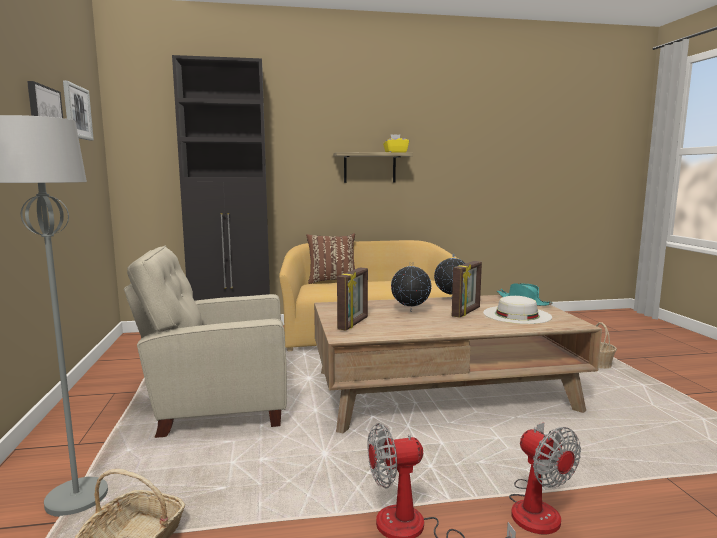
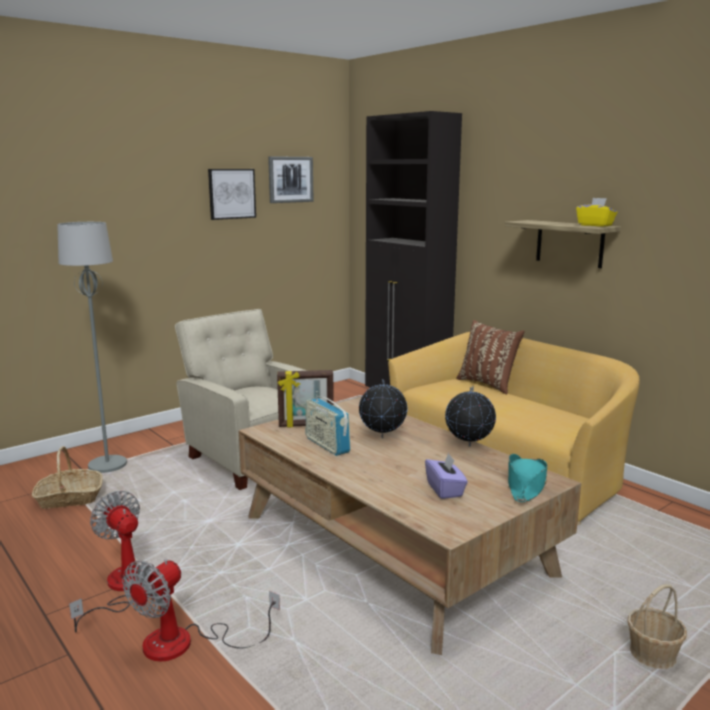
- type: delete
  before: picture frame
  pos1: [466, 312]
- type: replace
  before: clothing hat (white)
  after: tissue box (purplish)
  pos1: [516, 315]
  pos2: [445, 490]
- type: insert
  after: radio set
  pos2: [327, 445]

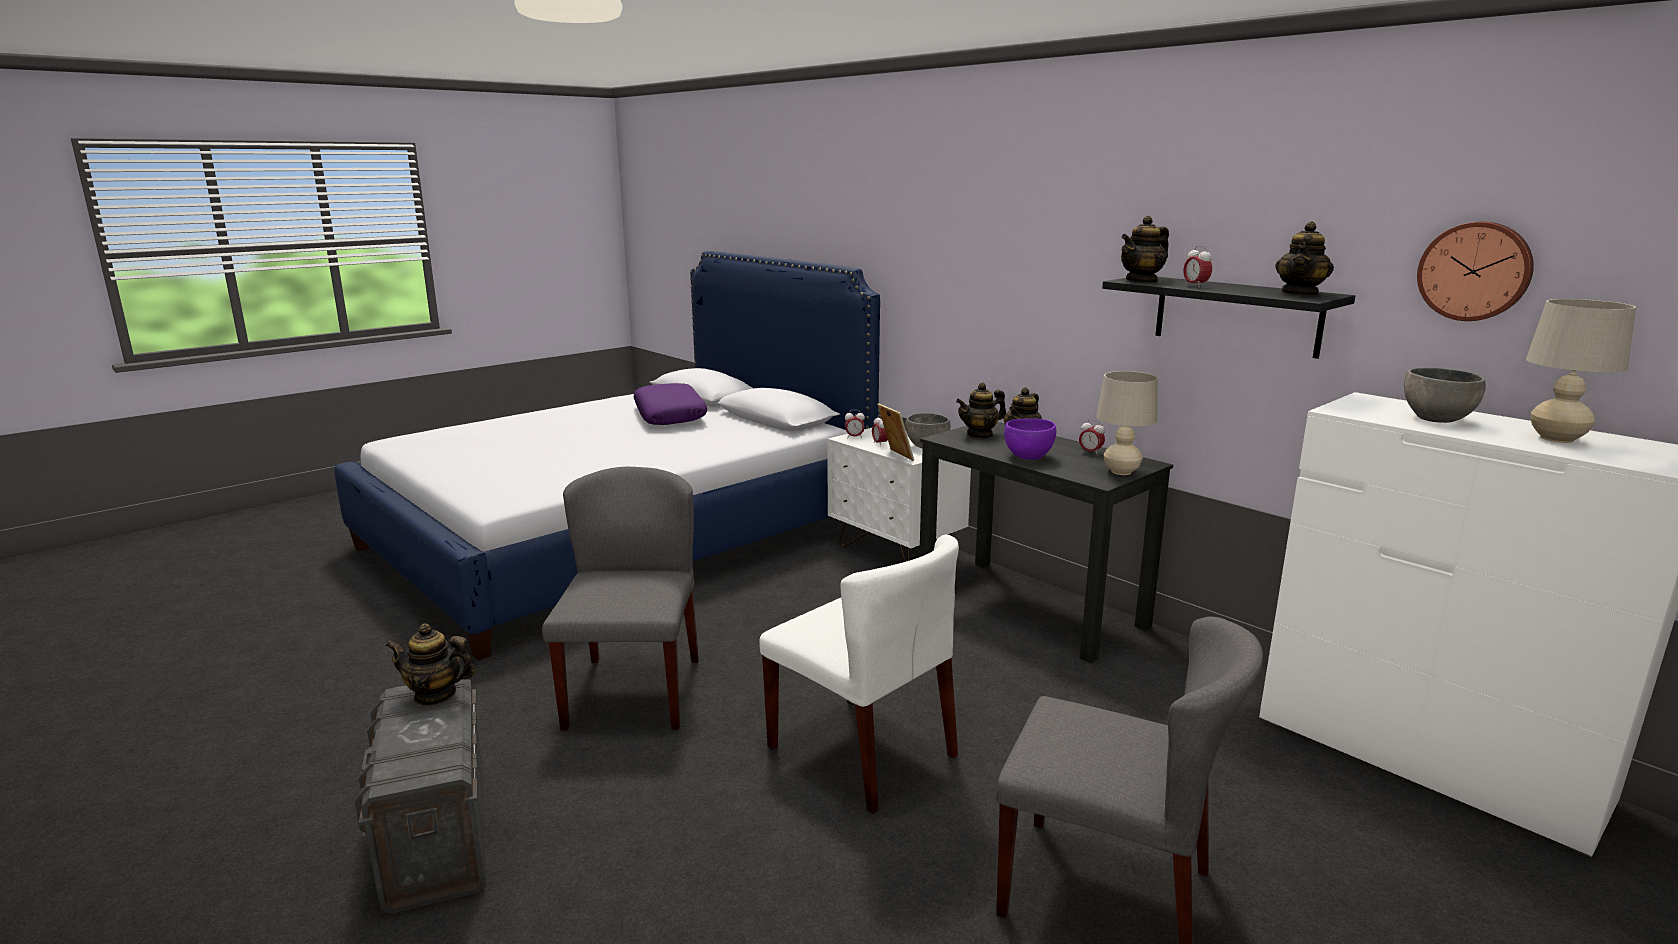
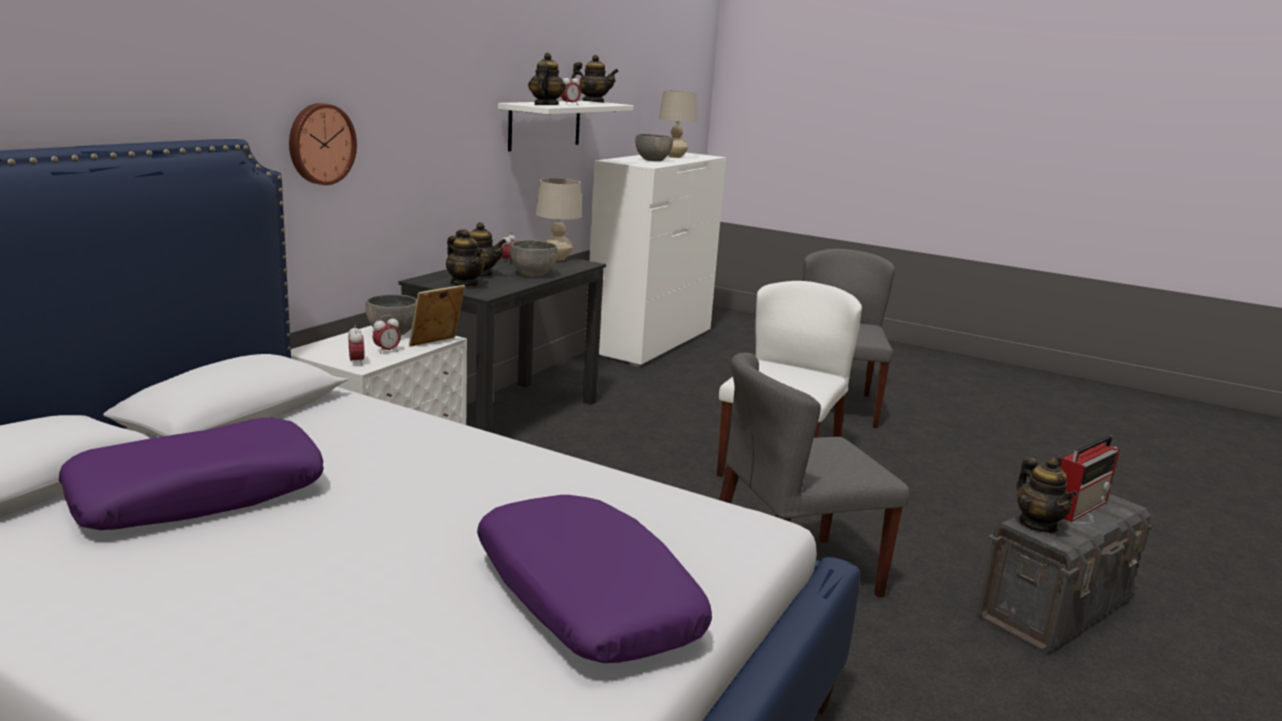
- type: recolor
  before: serving bowl (purplish)
  after: serving bowl (greyish)
  pos1: [1028, 457]
  pos2: [532, 275]
- type: recolor
  before: wall shelf (black-coloured)
  after: wall shelf (white)
  pos1: [1236, 315]
  pos2: [545, 124]
- type: rotate
  before: tea pot
  pos1: [1142, 281]
  pos2: [545, 105]
  turn: -120
- type: move
  before: clock on the wall
  pos1: [1475, 271]
  pos2: [320, 144]
- type: insert
  after: cushion (purplish)
  pos2: [584, 598]
- type: insert
  after: radio set
  pos2: [1078, 506]

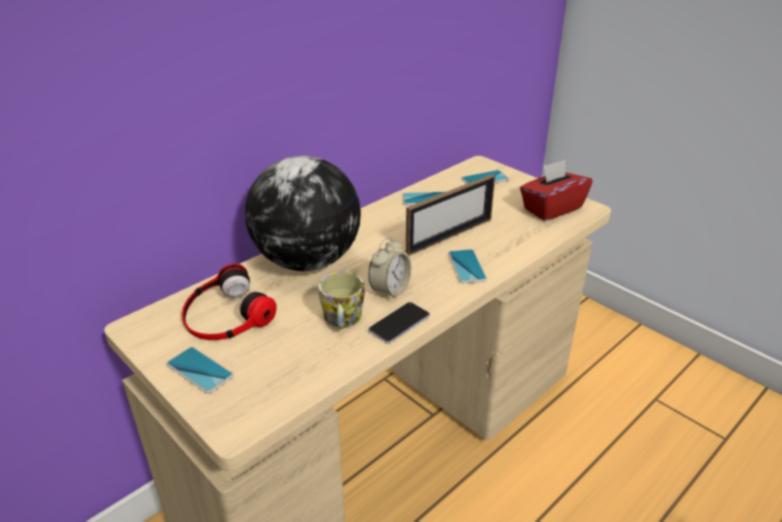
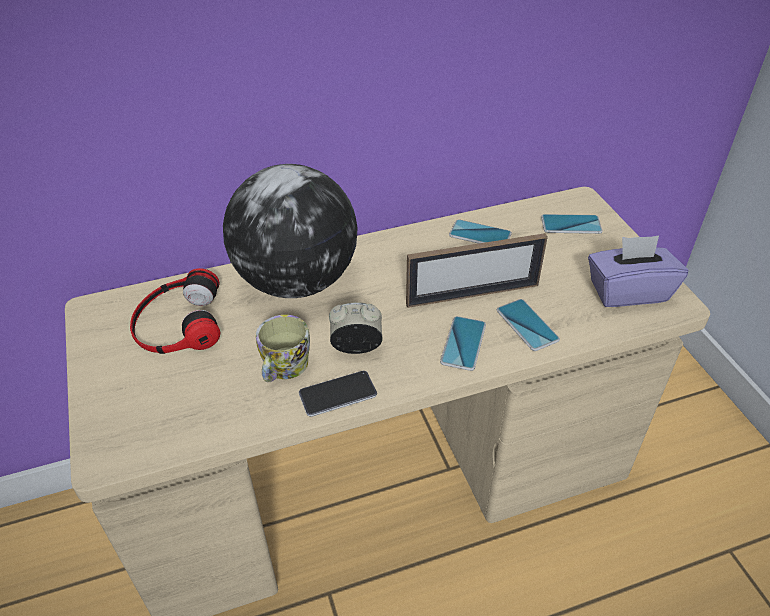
- type: move
  before: handset
  pos1: [199, 370]
  pos2: [527, 325]
- type: rotate
  before: alarm clock
  pos1: [390, 290]
  pos2: [356, 347]
  turn: -150
- type: recolor
  before: tissue box (red-coloured)
  after: tissue box (purplish)
  pos1: [551, 208]
  pos2: [628, 291]

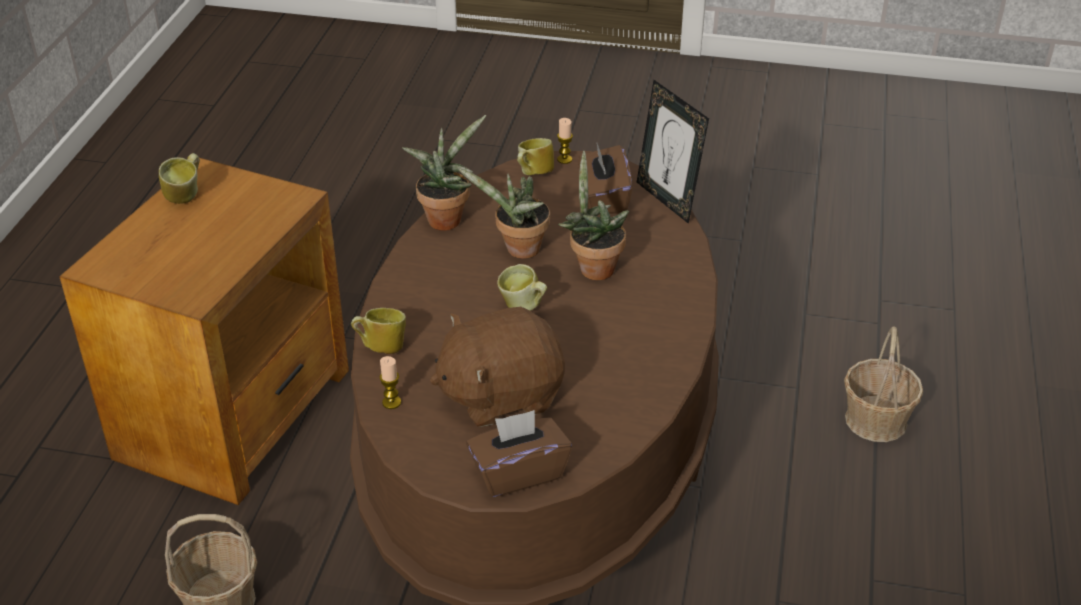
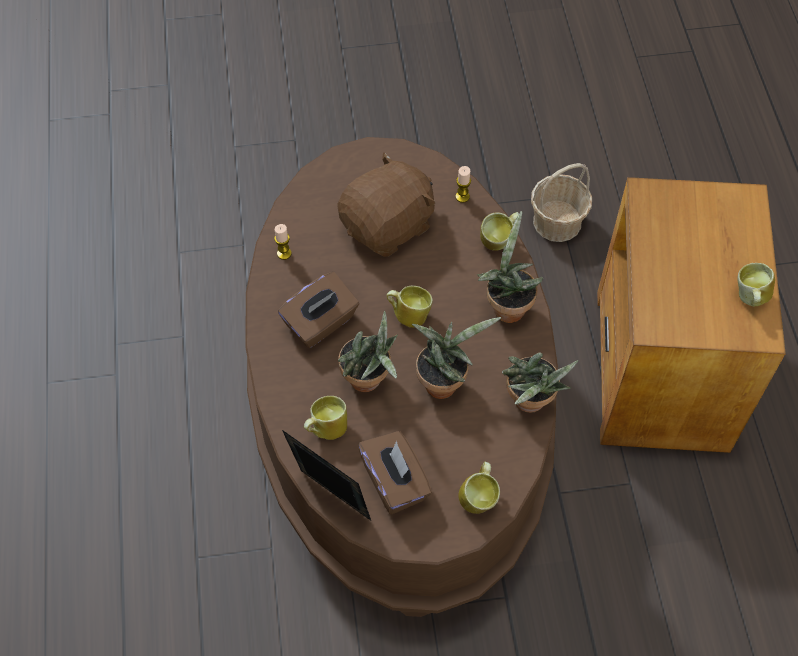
- type: move
  before: tissue box (brown-coloured)
  pos1: [518, 473]
  pos2: [321, 323]
- type: move
  before: candle
  pos1: [564, 159]
  pos2: [284, 253]
- type: delete
  before: storage basket
  pos1: [875, 420]
- type: insert
  after: mug
  pos2: [326, 428]
- type: insert
  after: plant in a pot
  pos2: [507, 306]

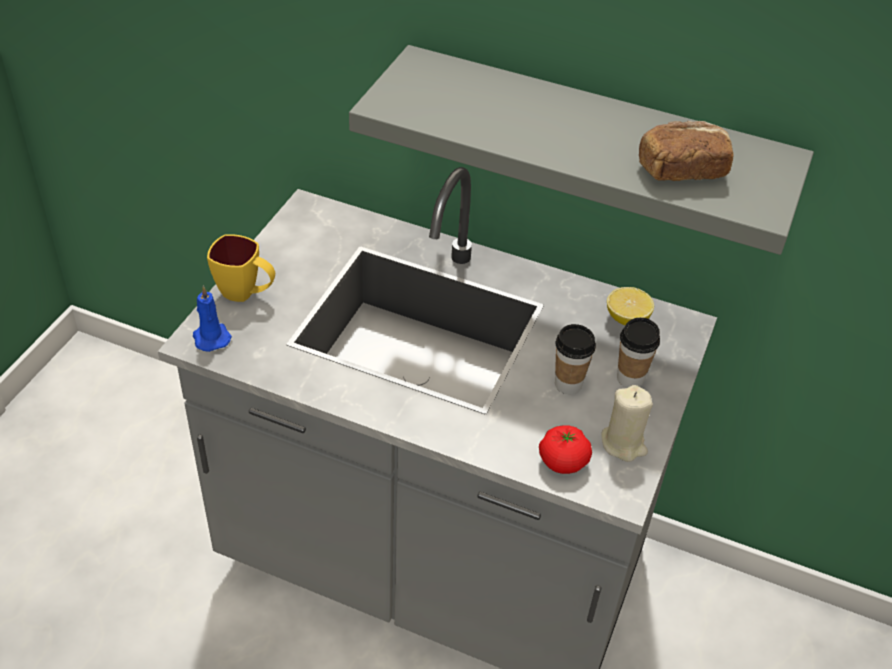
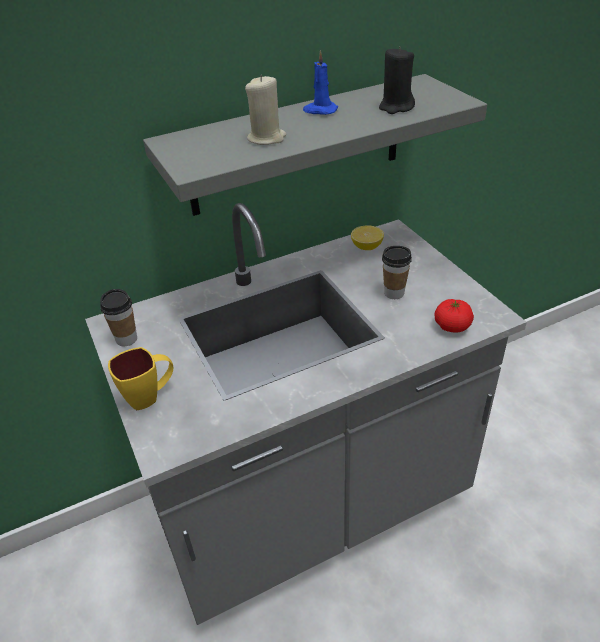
- type: move
  before: candle (bluish)
  pos1: [211, 337]
  pos2: [320, 110]
- type: move
  before: candle (sand-coloured)
  pos1: [623, 443]
  pos2: [267, 138]
- type: move
  before: cup
  pos1: [630, 378]
  pos2: [126, 339]
- type: replace
  before: bakery bread
  after: candle (black-coloured)
  pos1: [681, 169]
  pos2: [396, 107]

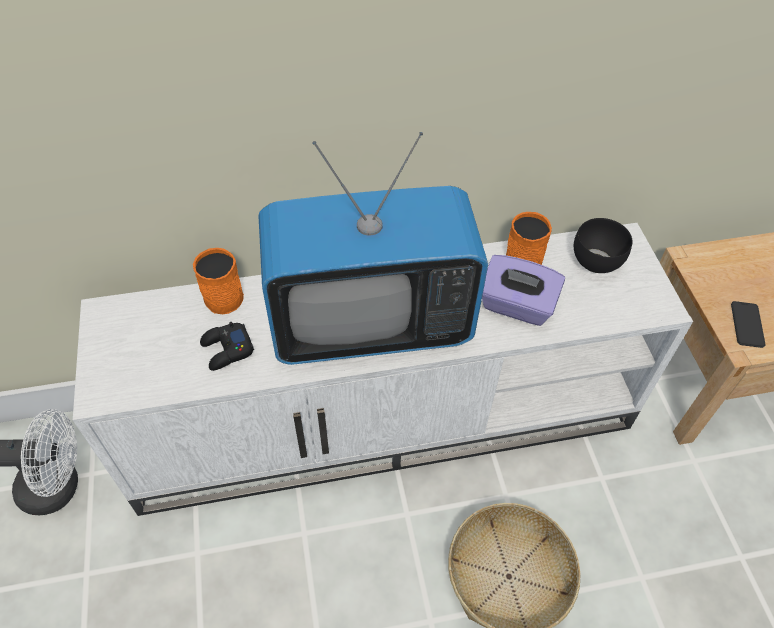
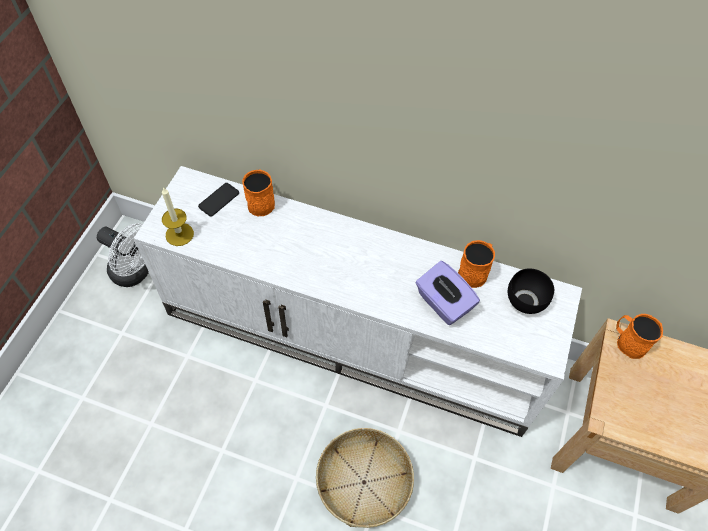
- type: delete
  before: game controller (black-coloured)
  pos1: [227, 350]
- type: delete
  before: TV set
  pos1: [370, 324]
- type: move
  before: handset
  pos1: [747, 324]
  pos2: [219, 200]
- type: insert
  after: candle
  pos2: [179, 234]
- type: insert
  after: mug (orange-coloured)
  pos2: [628, 342]

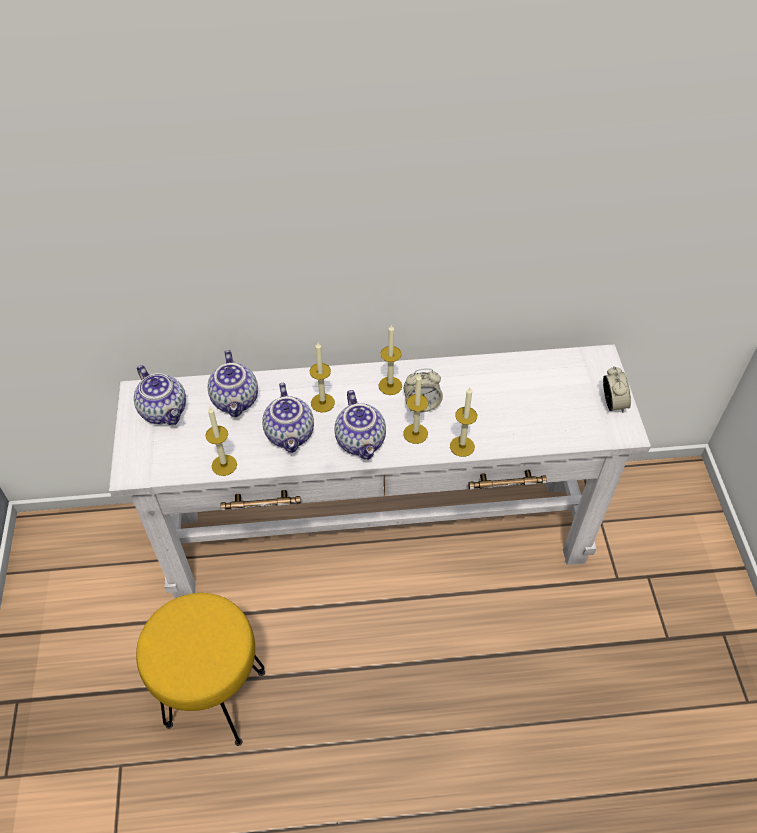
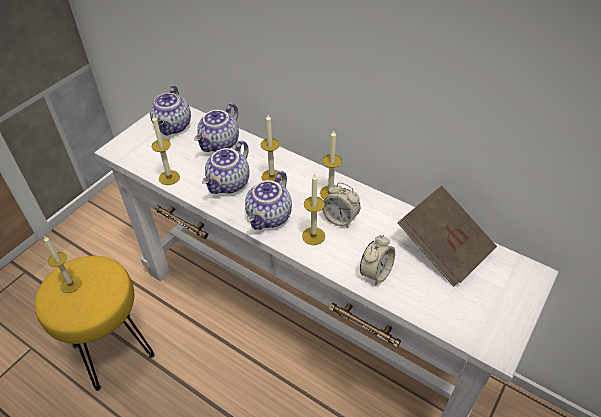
- type: move
  before: candle
  pos1: [462, 446]
  pos2: [71, 284]
- type: move
  before: alarm clock
  pos1: [612, 403]
  pos2: [375, 273]
- type: insert
  after: bound book (brown-coloured)
  pos2: [443, 248]

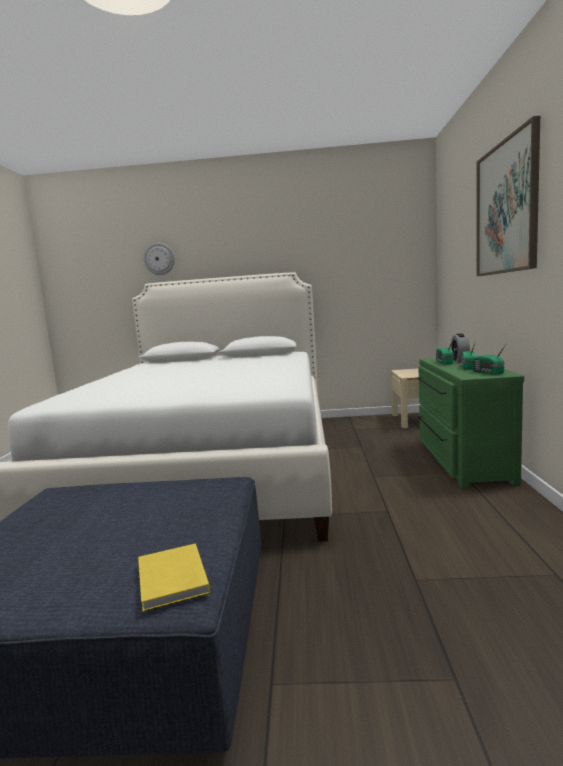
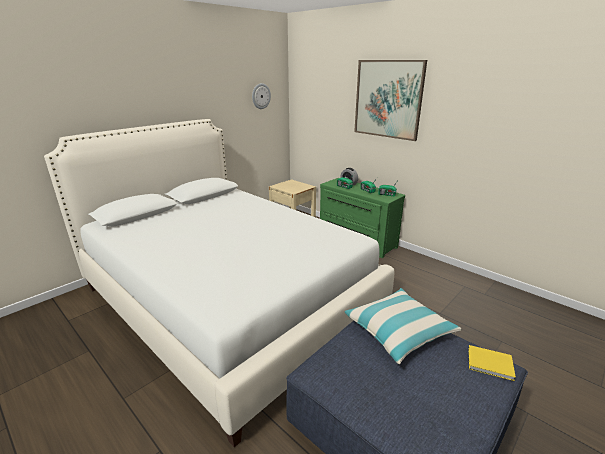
- type: move
  before: clock on the wall
  pos1: [159, 259]
  pos2: [261, 96]
- type: insert
  after: cushion
  pos2: [398, 331]

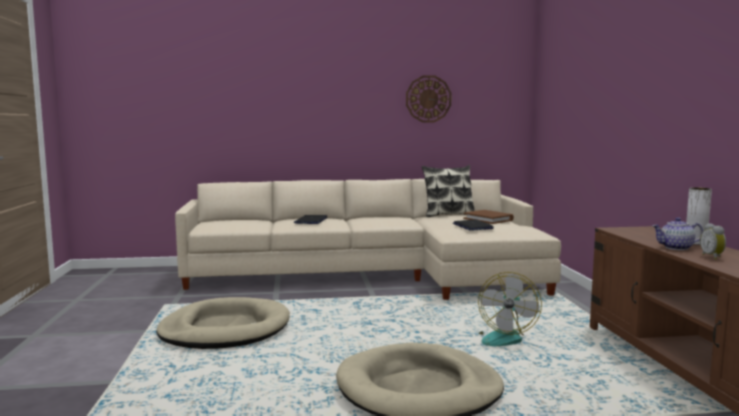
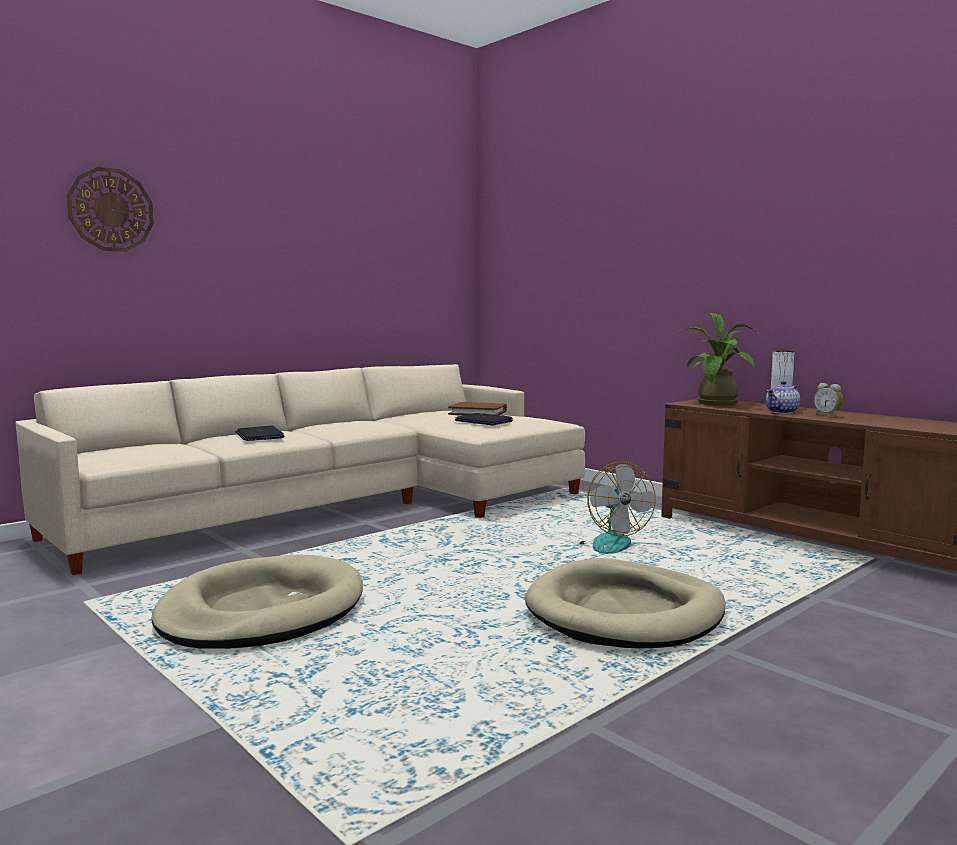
- type: move
  before: clock on the wall
  pos1: [428, 99]
  pos2: [111, 210]
- type: delete
  before: cushion
  pos1: [448, 215]
- type: insert
  after: plant in a pot
  pos2: [717, 404]

